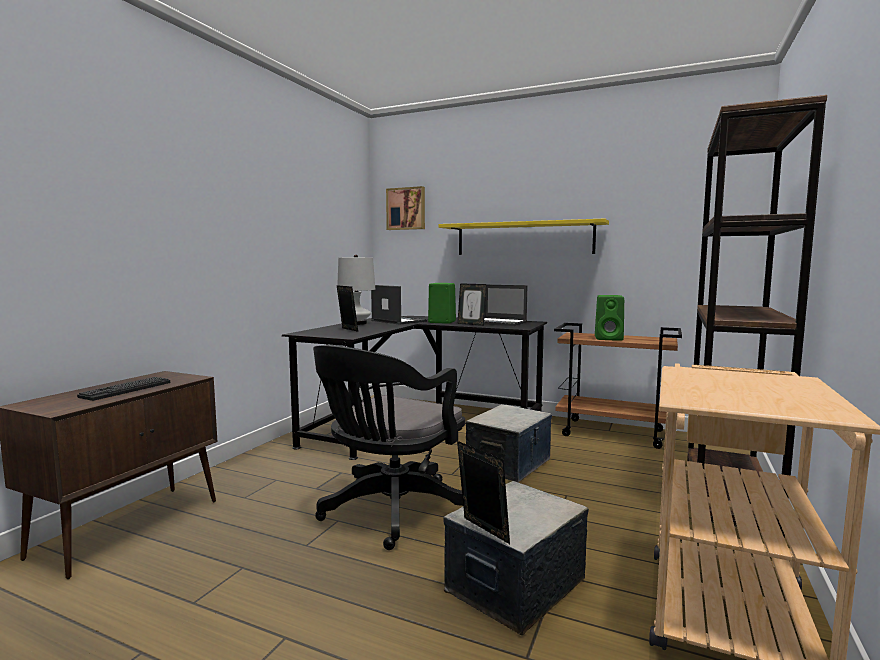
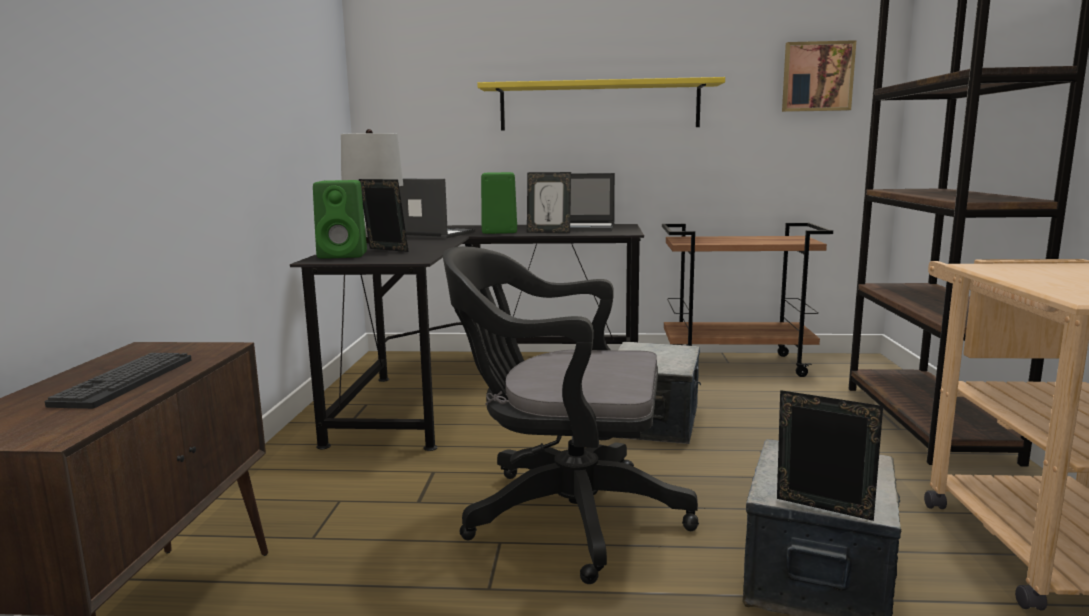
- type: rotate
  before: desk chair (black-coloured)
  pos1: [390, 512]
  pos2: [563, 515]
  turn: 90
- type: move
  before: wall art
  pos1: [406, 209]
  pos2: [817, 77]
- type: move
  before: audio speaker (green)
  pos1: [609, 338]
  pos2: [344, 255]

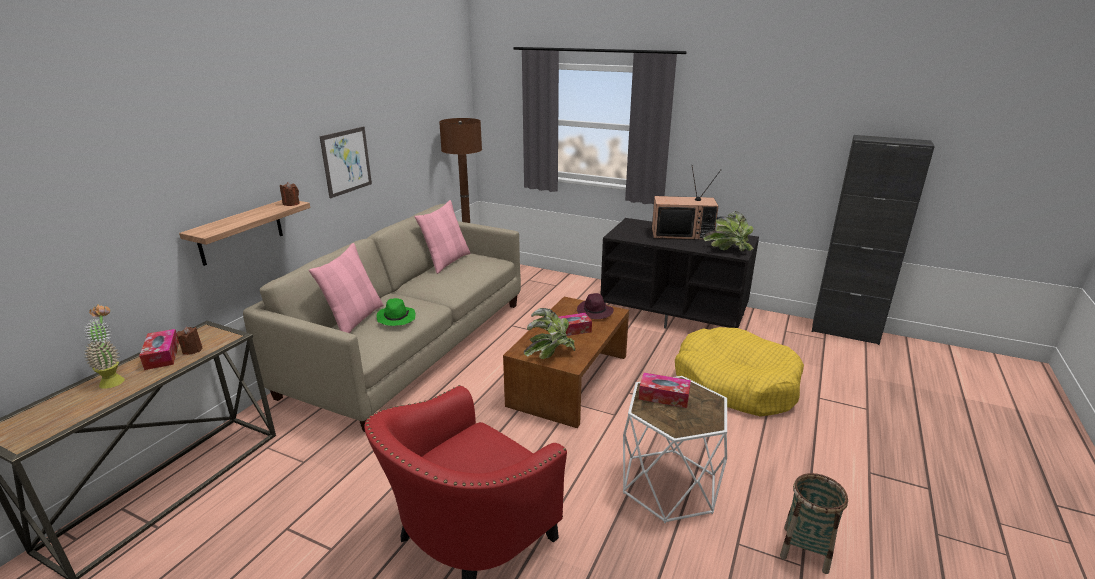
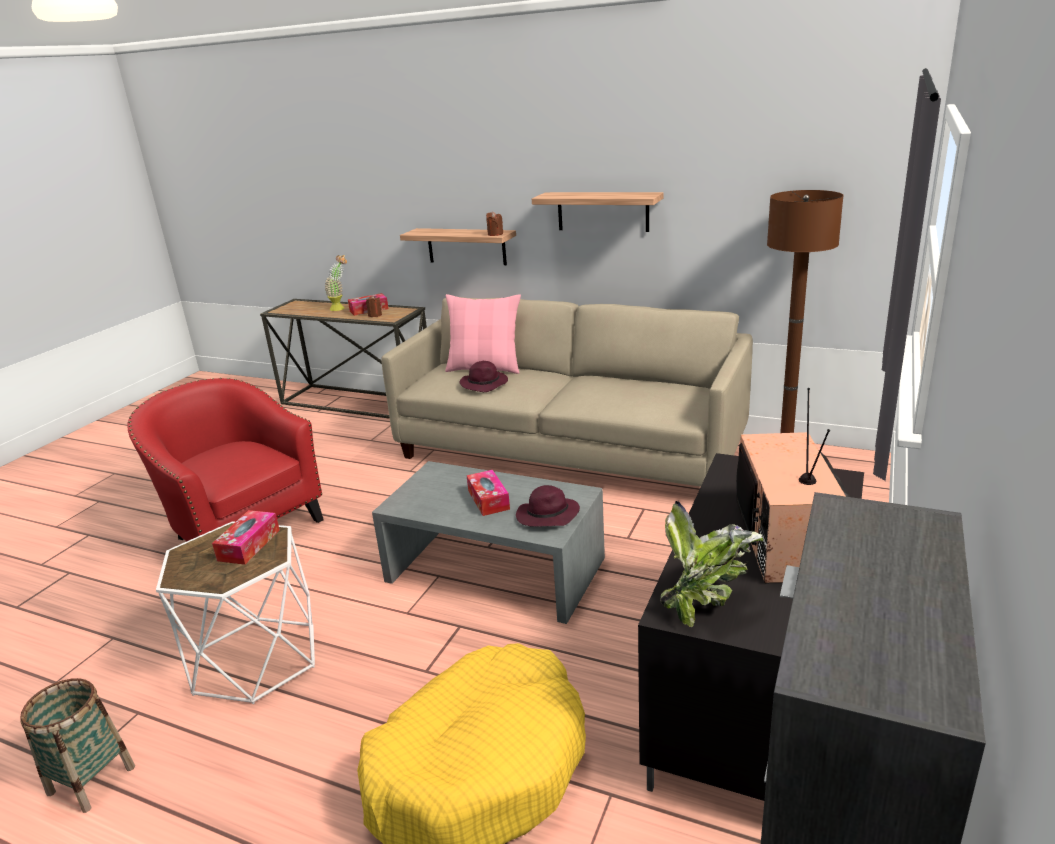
- type: replace
  before: wall art
  after: wall shelf
  pos1: [346, 161]
  pos2: [602, 211]
- type: recolor
  before: clothing hat (green)
  after: clothing hat (purplish)
  pos1: [396, 318]
  pos2: [485, 384]
- type: delete
  before: cushion (pink-coloured)
  pos1: [447, 262]
- type: recolor
  before: low table (brown-coloured)
  after: low table (greyish)
  pos1: [569, 379]
  pos2: [495, 569]
- type: delete
  before: plant in a pot
  pos1: [550, 353]

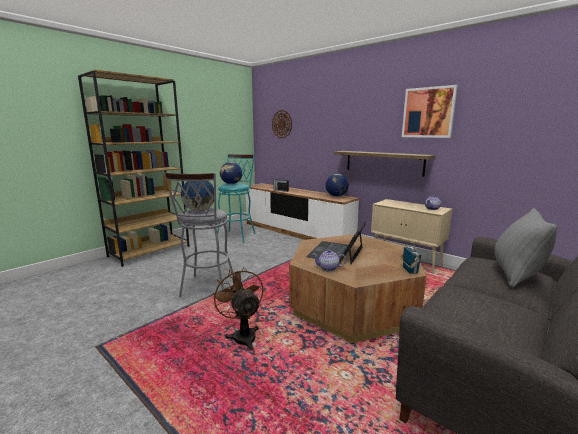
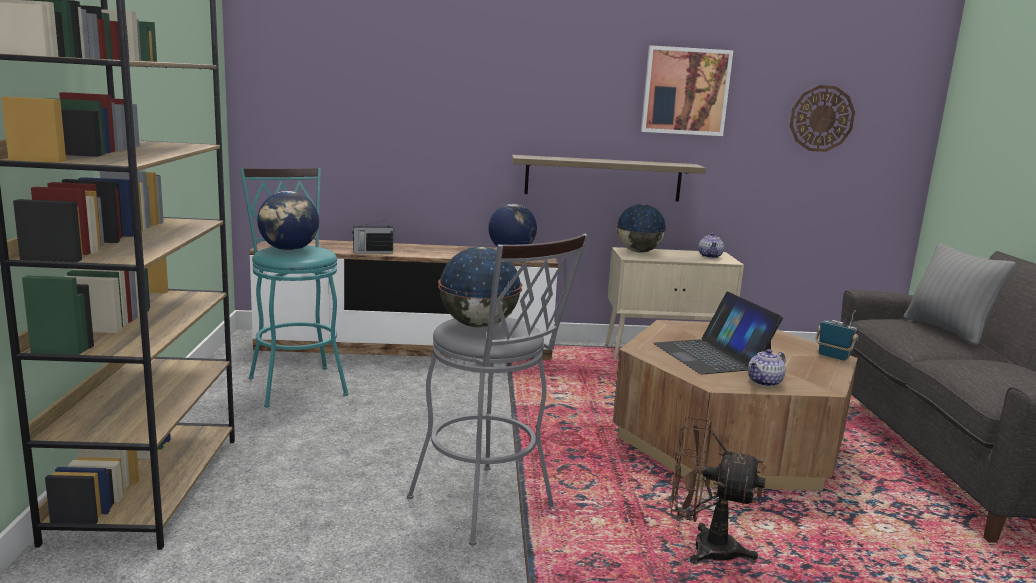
- type: move
  before: clock on the wall
  pos1: [282, 124]
  pos2: [821, 118]
- type: insert
  after: world globe
  pos2: [639, 252]

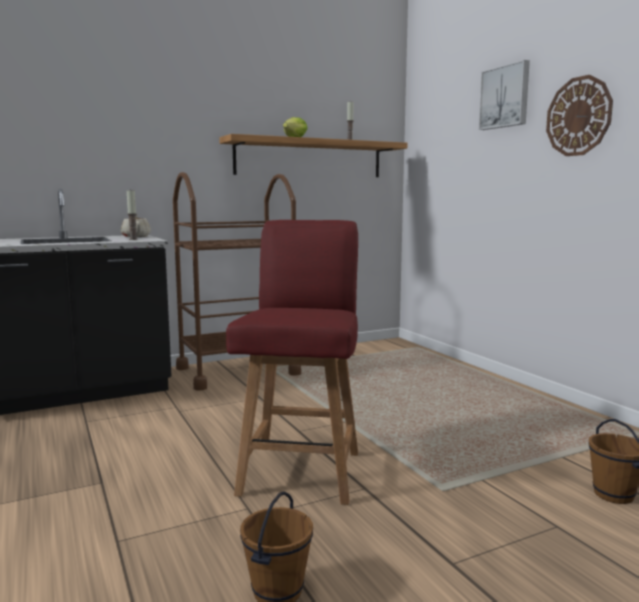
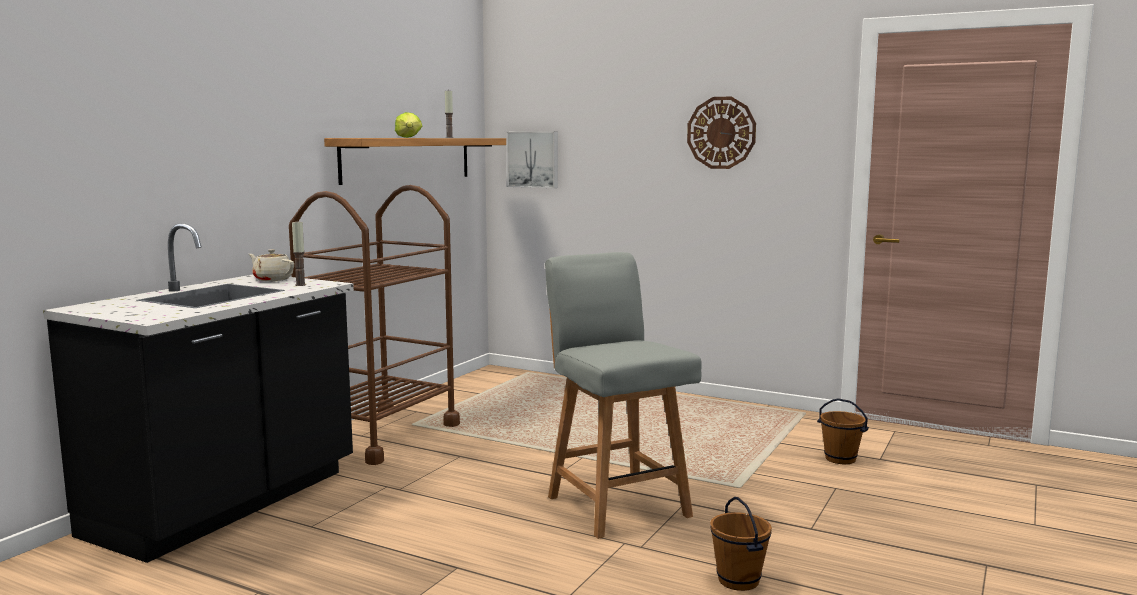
- type: recolor
  before: upright chair (red-coloured)
  after: upright chair (greyish)
  pos1: [302, 471]
  pos2: [616, 505]
- type: move
  before: wall art
  pos1: [505, 97]
  pos2: [533, 159]

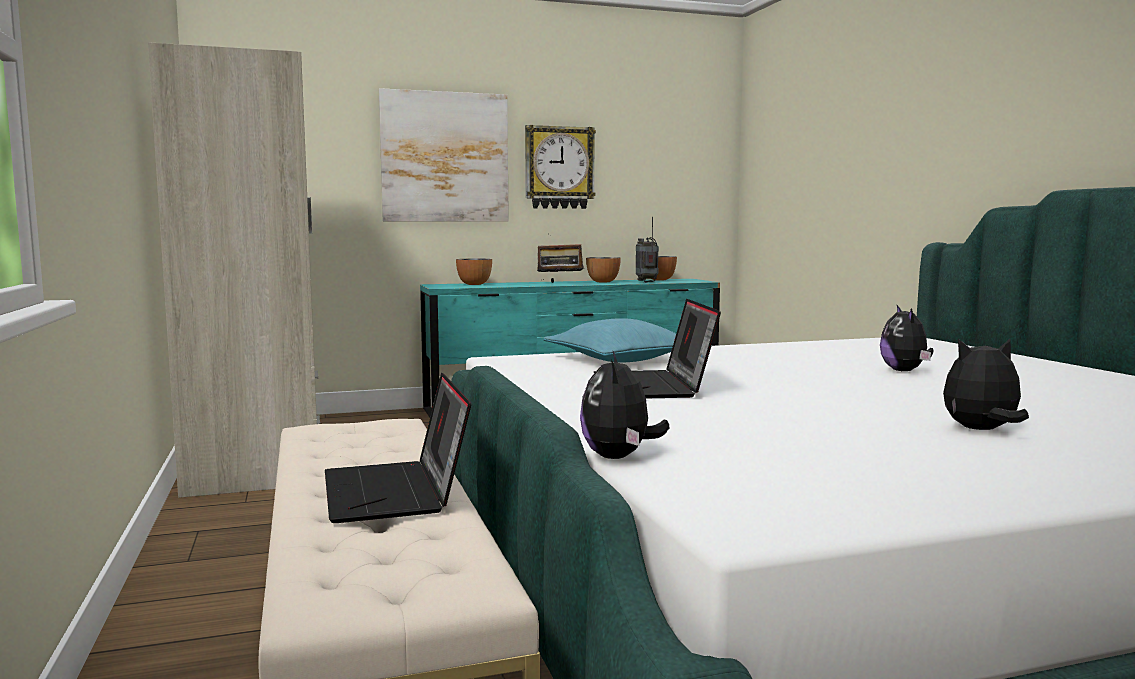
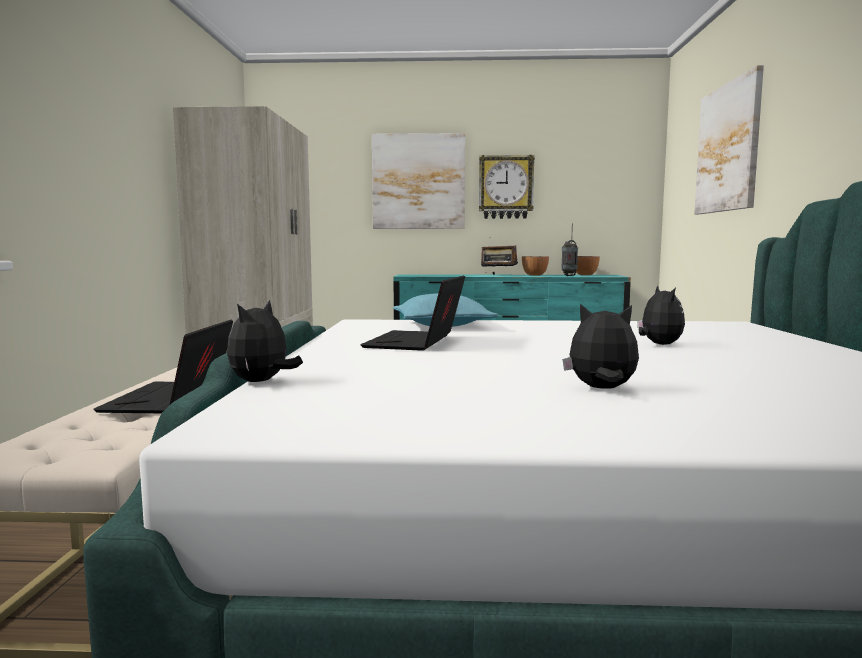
- type: delete
  before: serving bowl
  pos1: [474, 284]
- type: rotate
  before: cuddly toy
  pos1: [905, 371]
  pos2: [658, 344]
  turn: 150
- type: insert
  after: wall art
  pos2: [728, 148]

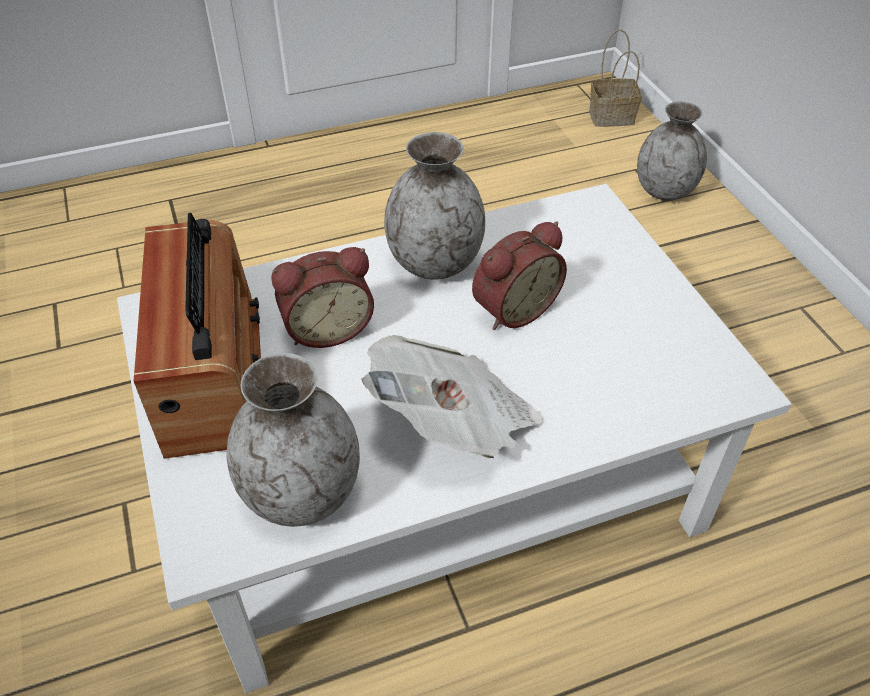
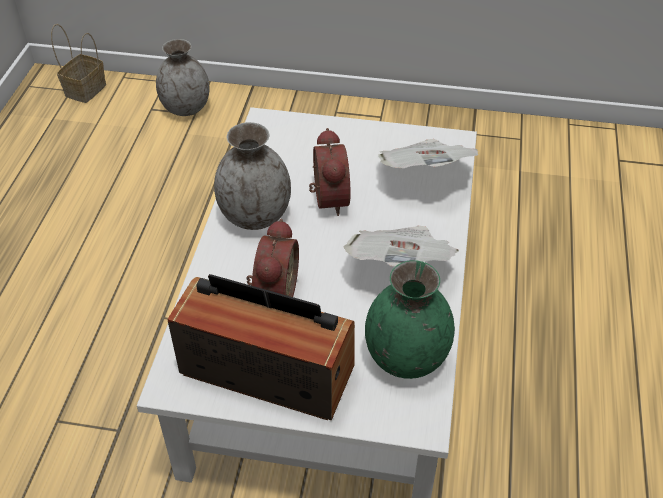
- type: recolor
  before: decorative vase (greyish)
  after: decorative vase (green)
  pos1: [301, 492]
  pos2: [405, 357]
- type: insert
  after: printed paper
  pos2: [424, 174]

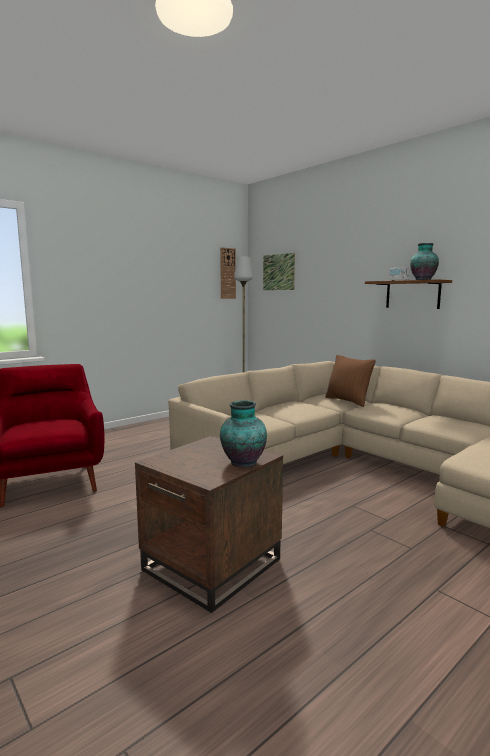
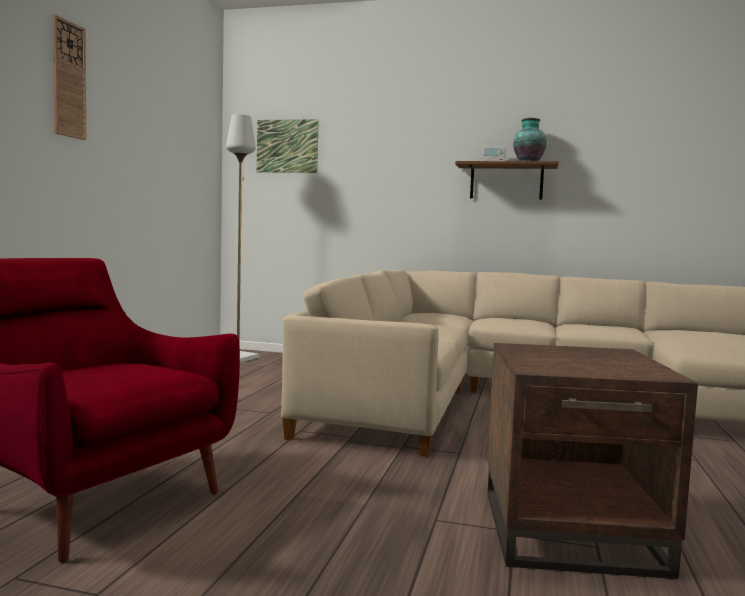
- type: move
  before: clock on the wall
  pos1: [227, 273]
  pos2: [68, 79]
- type: delete
  before: decorative vase
  pos1: [242, 463]
- type: delete
  before: cushion (brown-coloured)
  pos1: [348, 401]

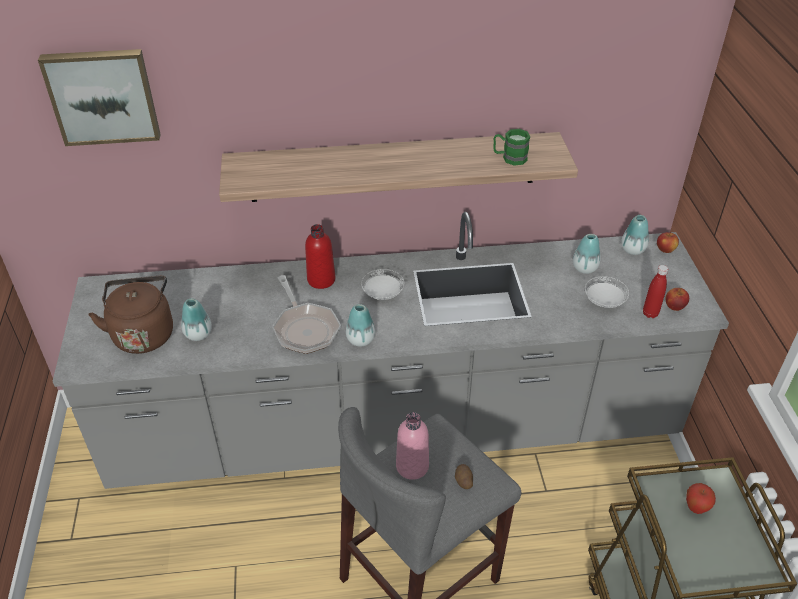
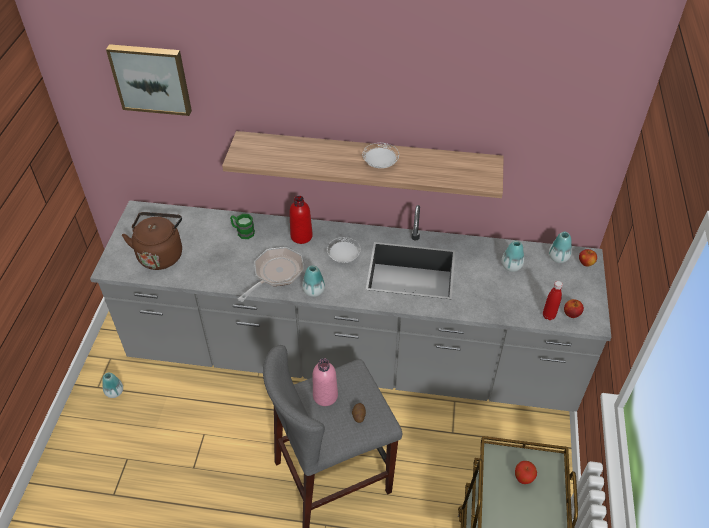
- type: move
  before: decorative vase
  pos1: [198, 334]
  pos2: [114, 392]
- type: rotate
  before: frying pan
  pos1: [305, 328]
  pos2: [276, 273]
  turn: -135
- type: move
  before: mug (green)
  pos1: [509, 158]
  pos2: [242, 232]
- type: move
  before: plate (white)
  pos1: [604, 301]
  pos2: [380, 163]

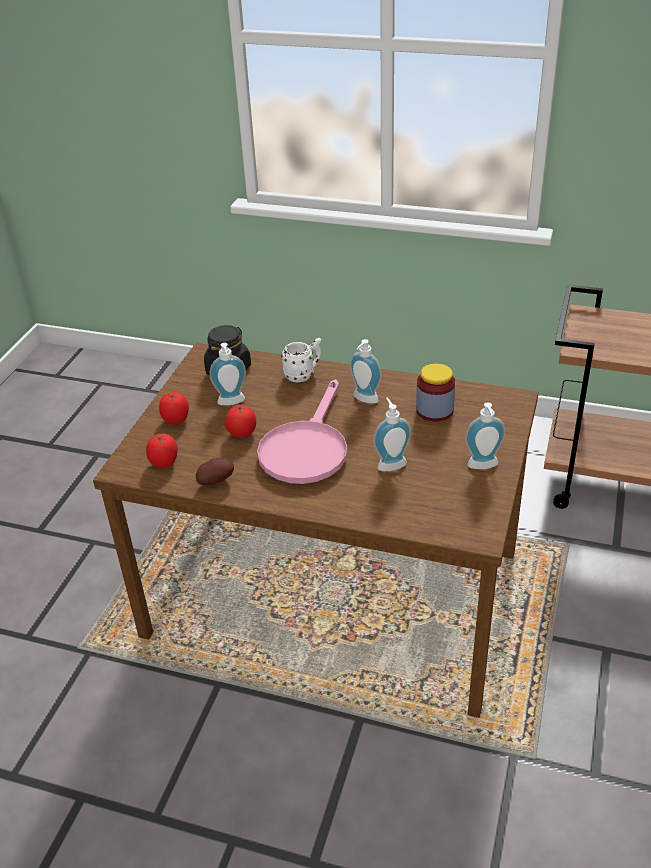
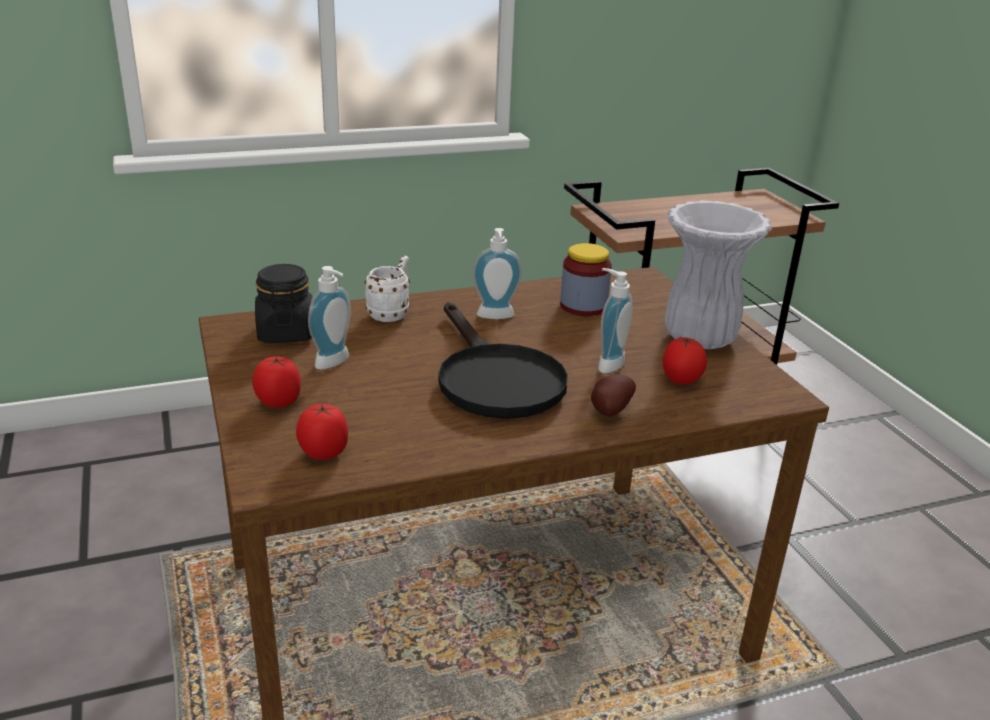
- type: move
  before: spud
  pos1: [215, 481]
  pos2: [608, 411]
- type: move
  before: fresh tomato
  pos1: [241, 433]
  pos2: [680, 381]
- type: recolor
  before: frying pan (pink-coloured)
  after: frying pan (black-coloured)
  pos1: [306, 448]
  pos2: [494, 379]
- type: replace
  before: liquid soap bottle
  after: decorative vase (white)
  pos1: [483, 467]
  pos2: [699, 338]

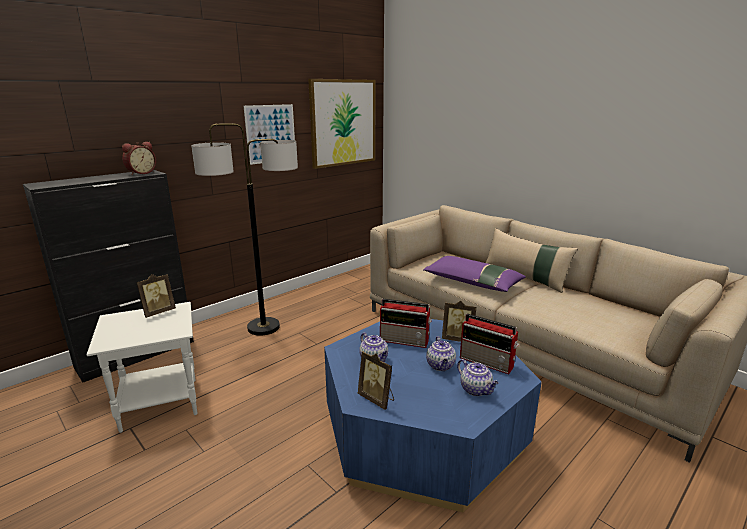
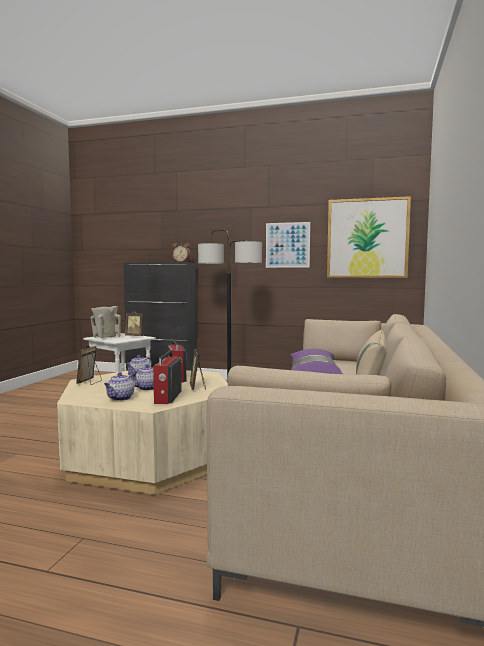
- type: recolor
  before: low table (bluish)
  after: low table (sand-coloured)
  pos1: [423, 432]
  pos2: [150, 455]
- type: insert
  after: decorative vase (sand-coloured)
  pos2: [106, 337]

